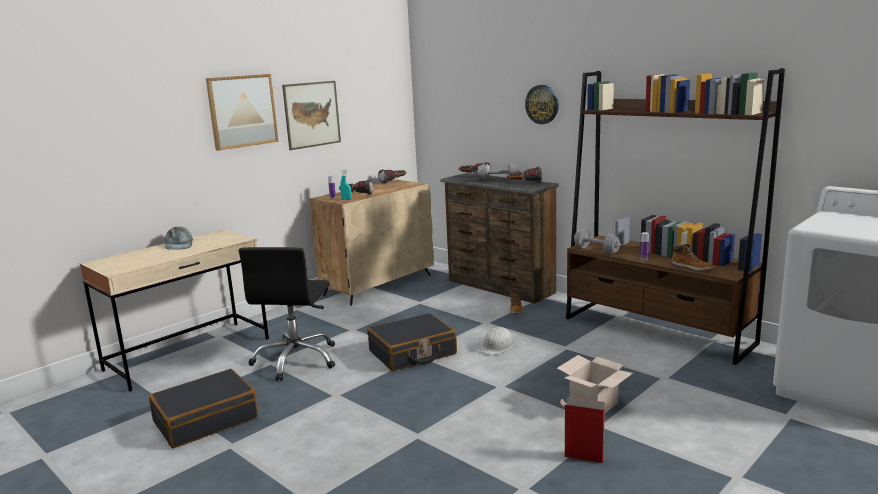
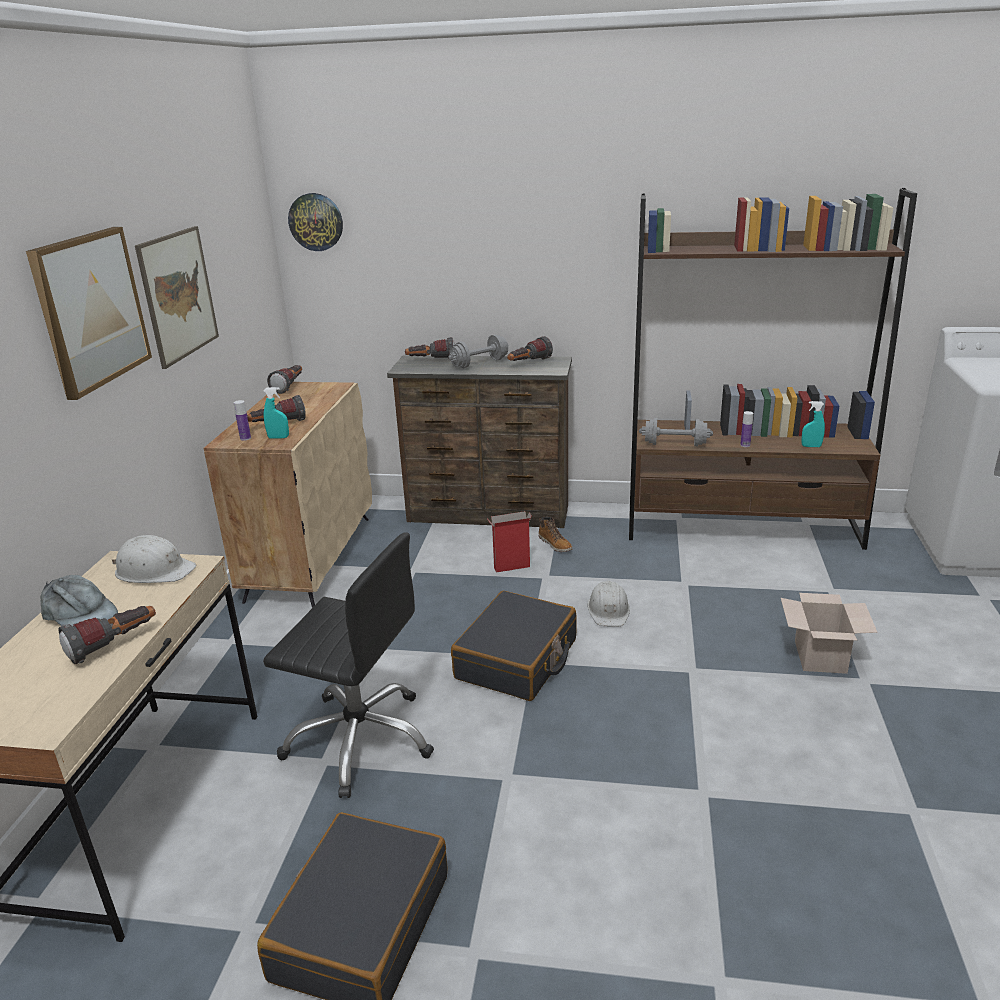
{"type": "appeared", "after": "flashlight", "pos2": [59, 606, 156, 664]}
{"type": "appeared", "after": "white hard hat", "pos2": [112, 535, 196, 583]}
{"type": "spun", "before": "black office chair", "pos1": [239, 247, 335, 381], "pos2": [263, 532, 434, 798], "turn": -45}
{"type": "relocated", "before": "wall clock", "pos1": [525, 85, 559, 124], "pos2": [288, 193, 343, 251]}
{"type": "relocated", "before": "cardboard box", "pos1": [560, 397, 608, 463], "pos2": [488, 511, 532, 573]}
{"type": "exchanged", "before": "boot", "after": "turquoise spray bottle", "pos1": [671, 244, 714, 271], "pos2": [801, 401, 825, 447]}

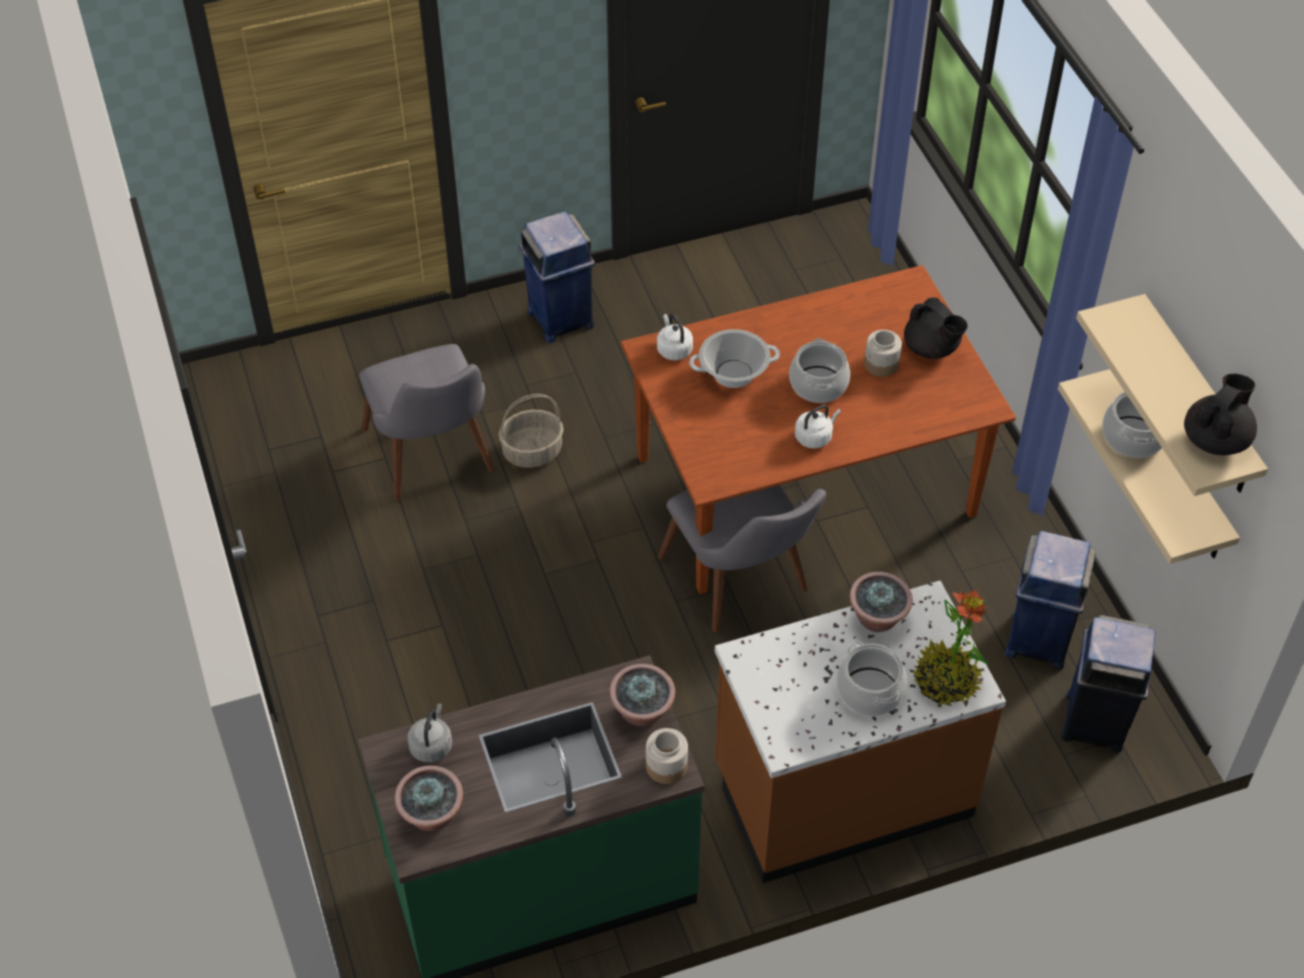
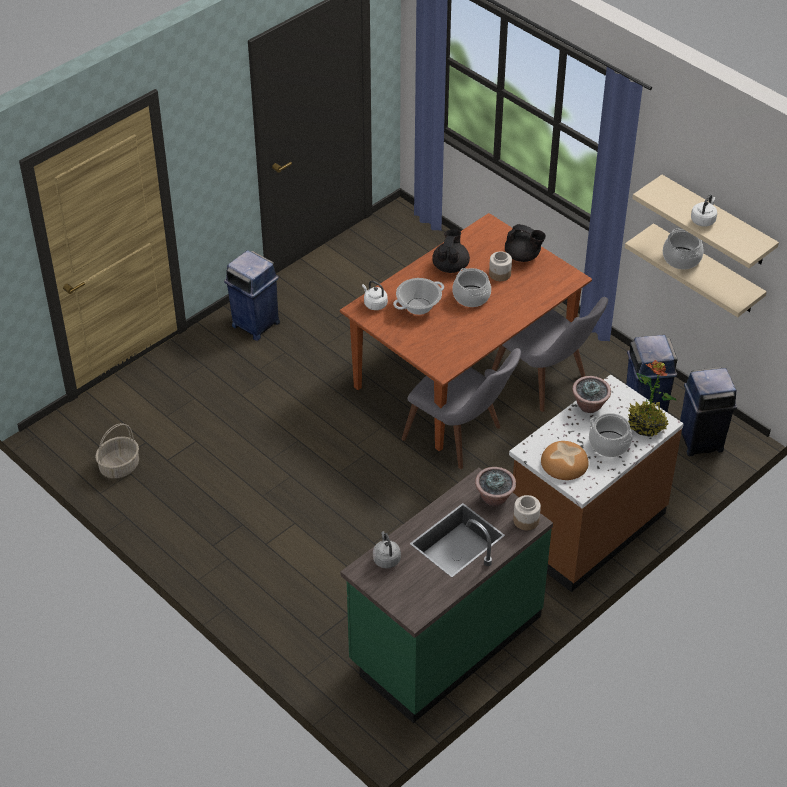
{"type": "relocated", "before": "basket", "pos1": [498, 394, 564, 468], "pos2": [95, 423, 139, 479]}
{"type": "relocated", "before": "black teapot", "pos1": [1184, 374, 1257, 455], "pos2": [432, 229, 470, 273]}
{"type": "relocated", "before": "grey chair", "pos1": [359, 344, 494, 501], "pos2": [492, 297, 608, 412]}
{"type": "appeared", "after": "bread", "pos2": [541, 441, 589, 480]}
{"type": "relocated", "before": "white kettle", "pos1": [795, 405, 841, 449], "pos2": [691, 194, 717, 227]}
{"type": "missing", "before": "potted plant", "pos1": [395, 765, 463, 831]}

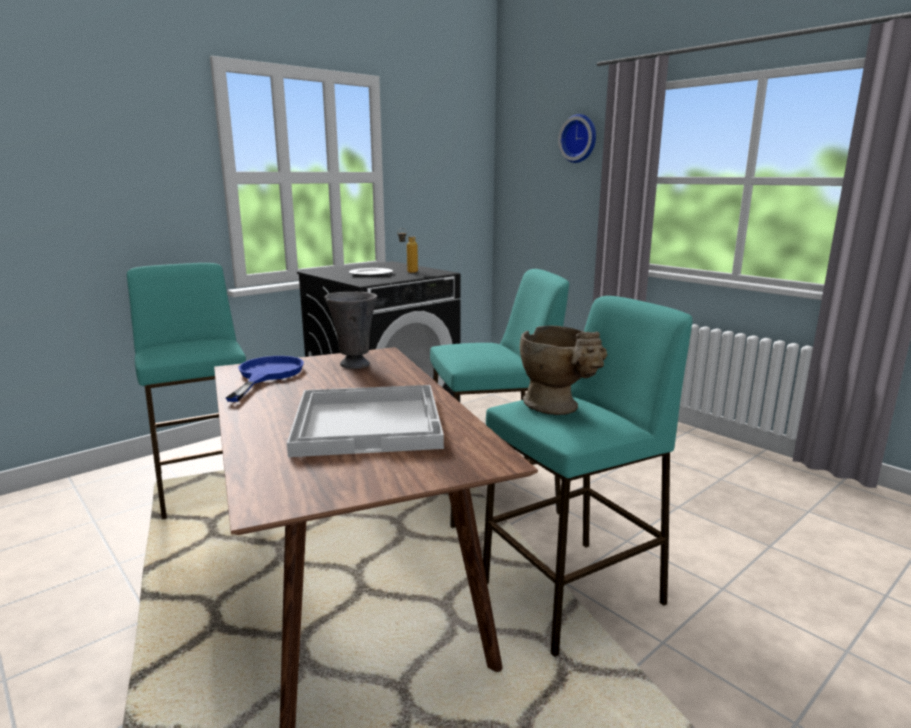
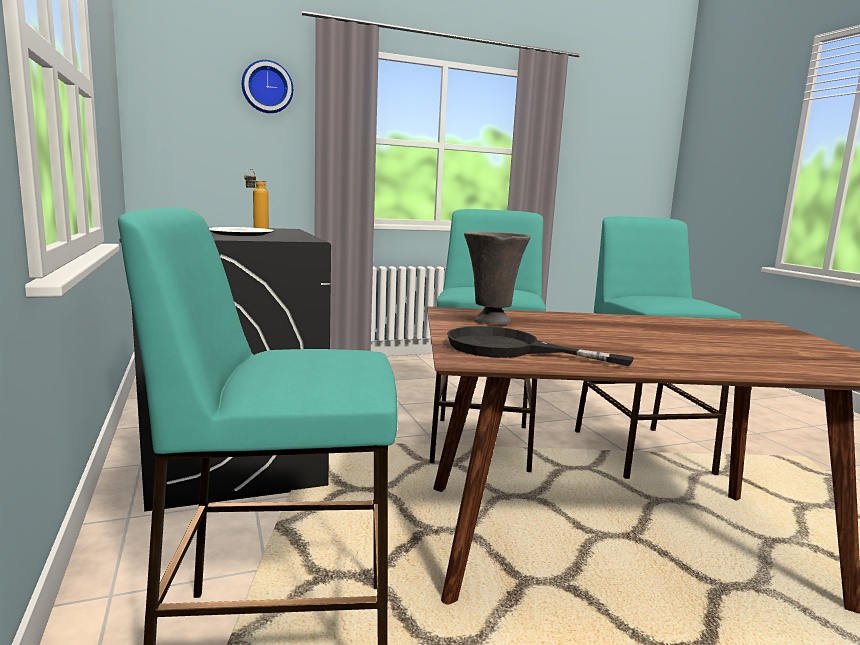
{"type": "colour", "before": "blue frying pan", "after": "black frying pan", "pos1": [226, 356, 304, 402], "pos2": [447, 326, 634, 366]}
{"type": "missing", "before": "white tray", "pos1": [287, 385, 444, 457]}
{"type": "missing", "before": "beige vase", "pos1": [520, 325, 607, 415]}

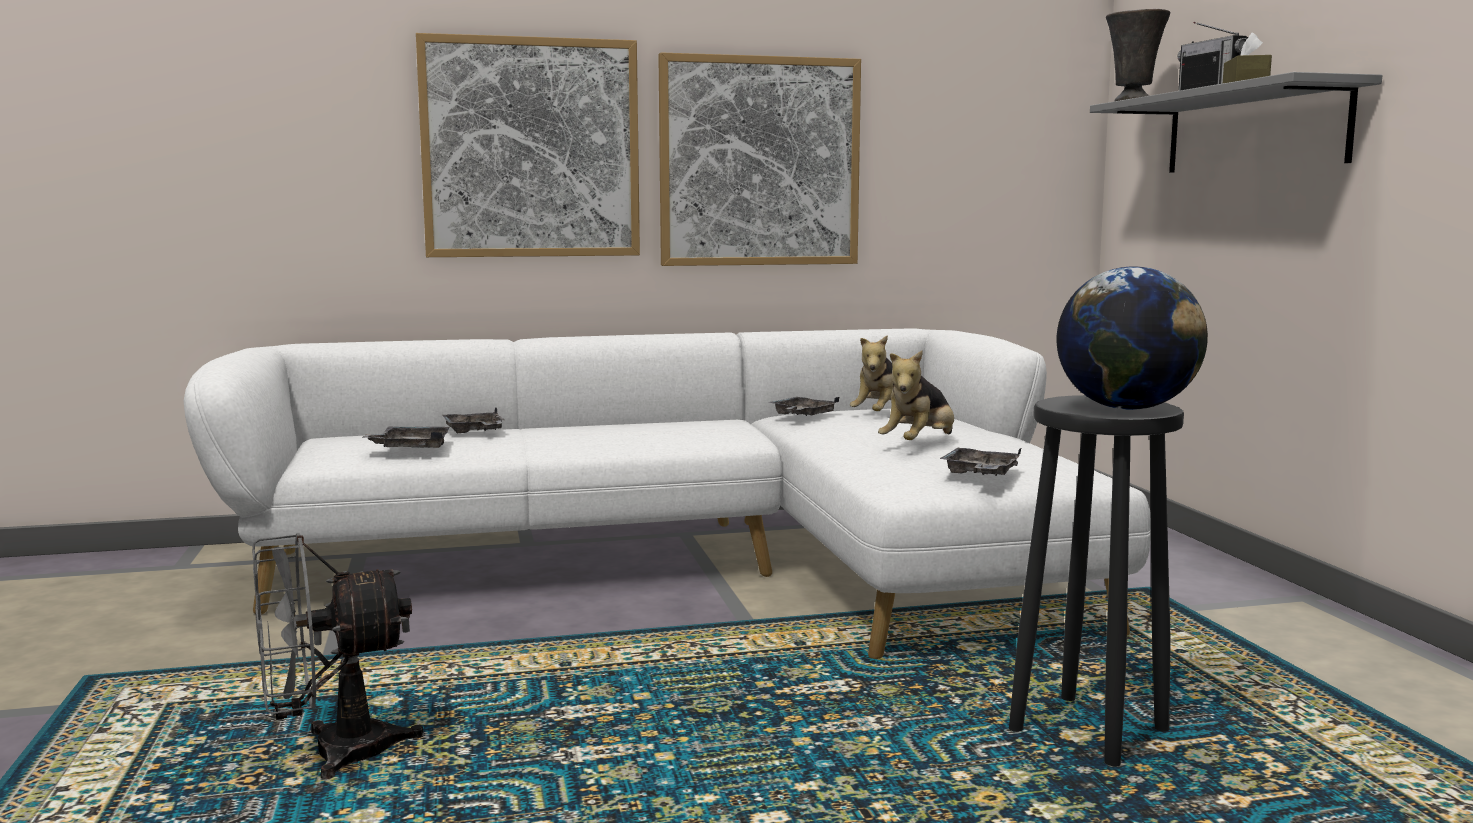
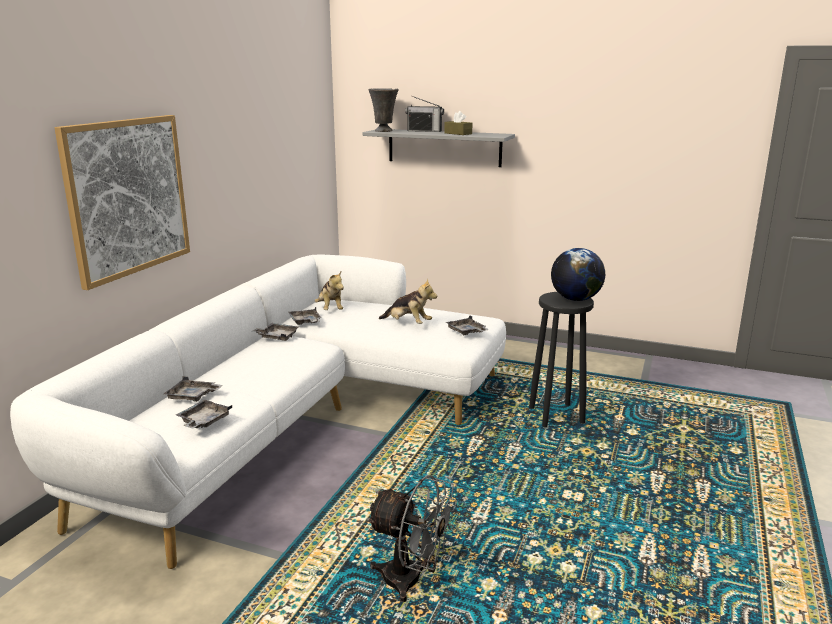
{"type": "appeared", "after": "grey tray", "pos2": [252, 323, 299, 341]}
{"type": "spun", "before": "grey fan", "pos1": [252, 533, 424, 780], "pos2": [366, 475, 457, 602], "turn": -75}
{"type": "spun", "before": "plush toy", "pos1": [878, 351, 954, 440], "pos2": [379, 279, 438, 324], "turn": -45}
{"type": "missing", "before": "picture", "pos1": [658, 52, 861, 266]}

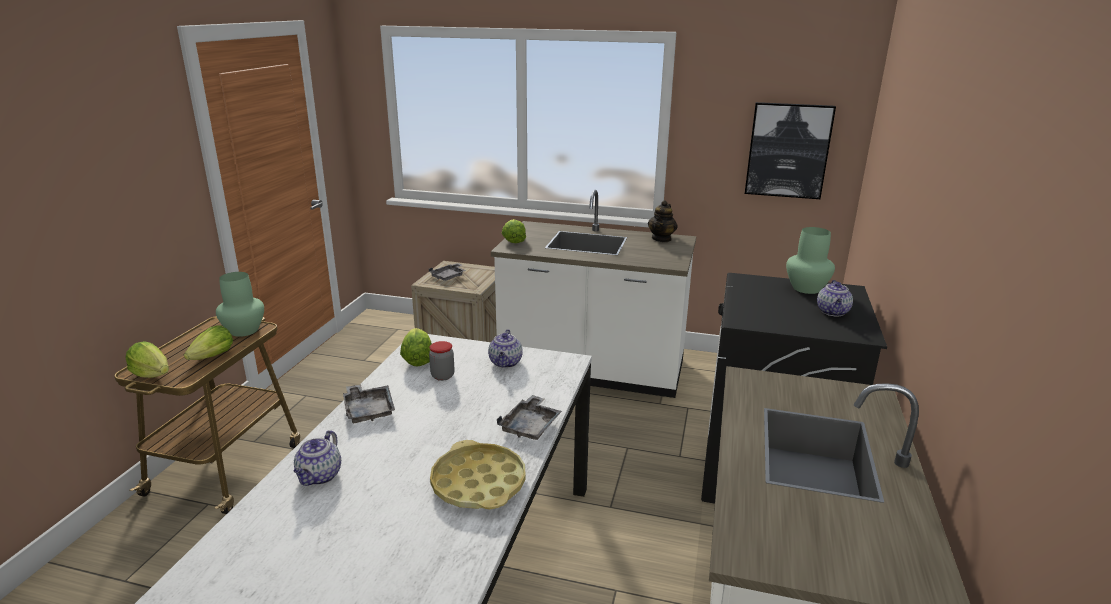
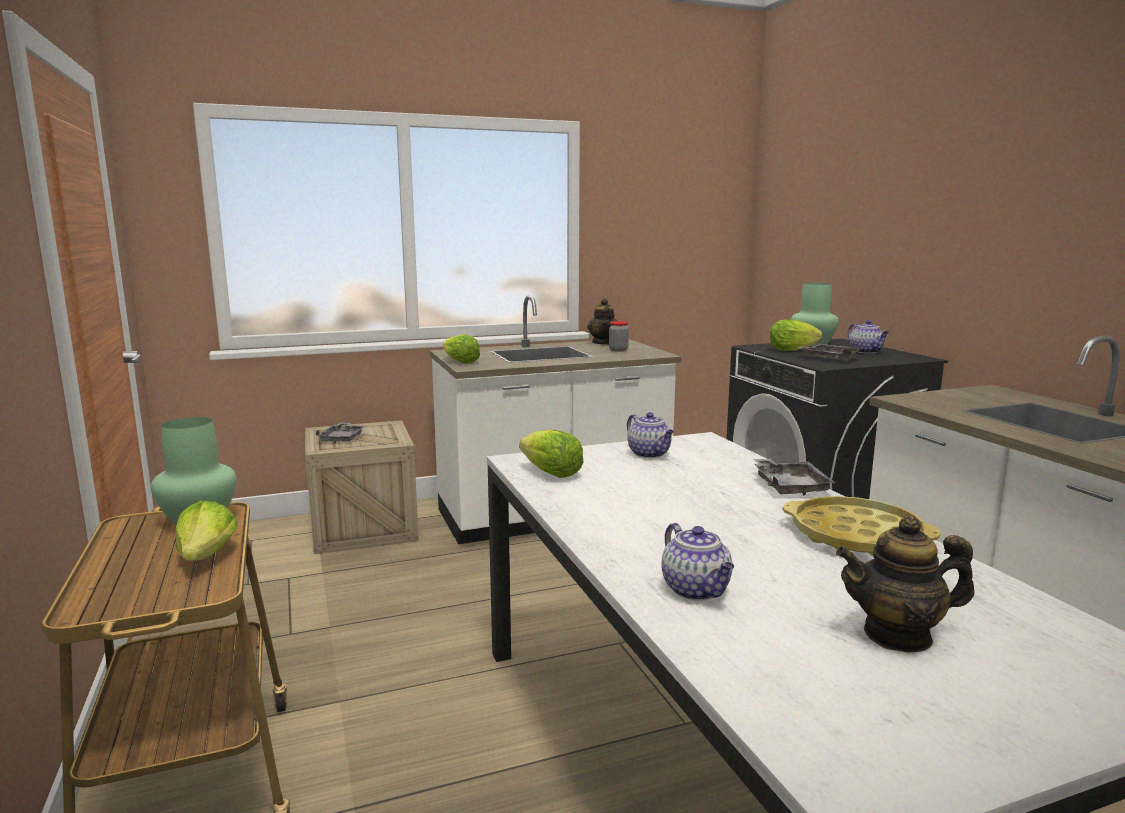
{"type": "relocated", "before": "jar", "pos1": [429, 341, 454, 381], "pos2": [609, 321, 629, 352]}
{"type": "relocated", "before": "lettuce", "pos1": [125, 341, 169, 378], "pos2": [770, 319, 822, 351]}
{"type": "relocated", "before": "grey tray", "pos1": [343, 384, 395, 423], "pos2": [798, 344, 861, 361]}
{"type": "appeared", "after": "teapot", "pos2": [836, 515, 975, 653]}
{"type": "missing", "before": "picture", "pos1": [745, 102, 836, 199]}

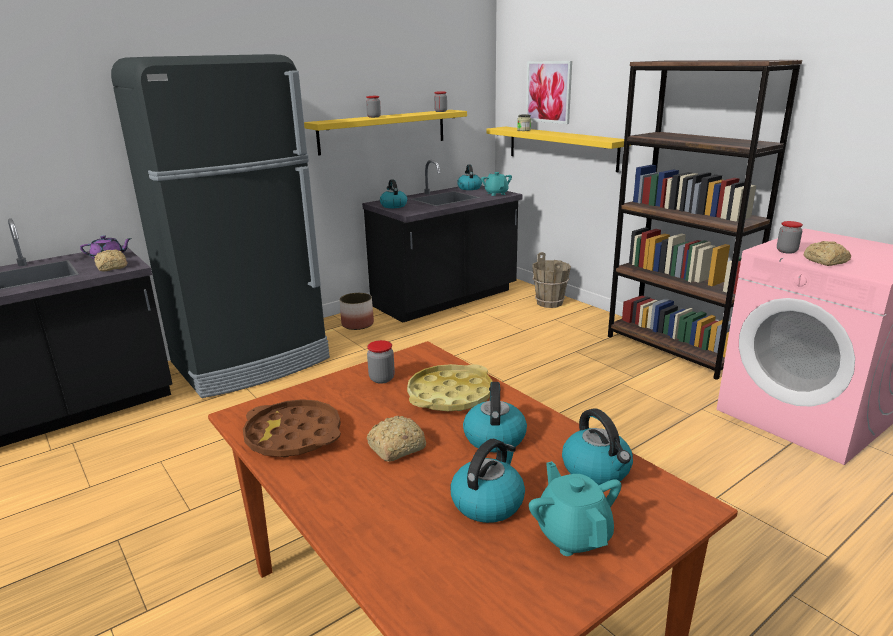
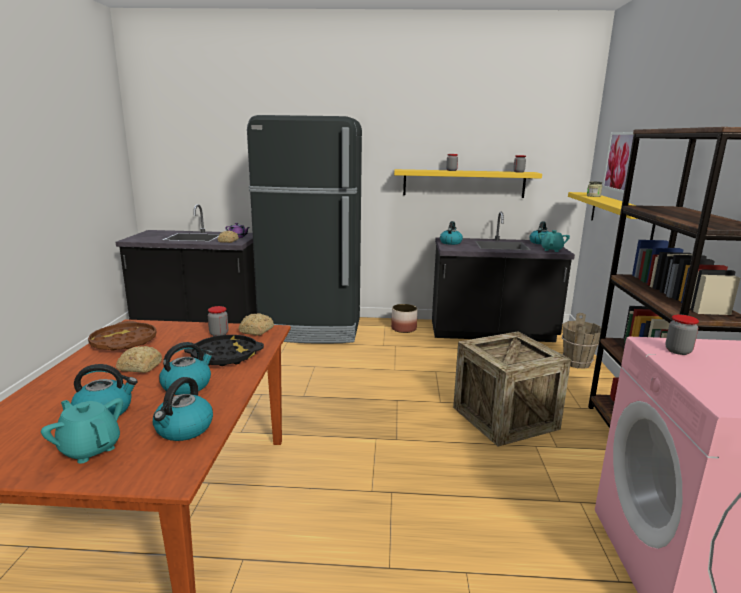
{"type": "spun", "before": "turquoise teapot", "pos1": [529, 461, 622, 556], "pos2": [41, 398, 123, 464], "turn": -75}
{"type": "colour", "before": "yellow tray", "after": "black tray", "pos1": [407, 364, 492, 411], "pos2": [184, 335, 264, 366]}
{"type": "relocated", "before": "bread", "pos1": [804, 241, 851, 266], "pos2": [239, 313, 274, 336]}
{"type": "appeared", "after": "crate", "pos2": [453, 332, 571, 447]}

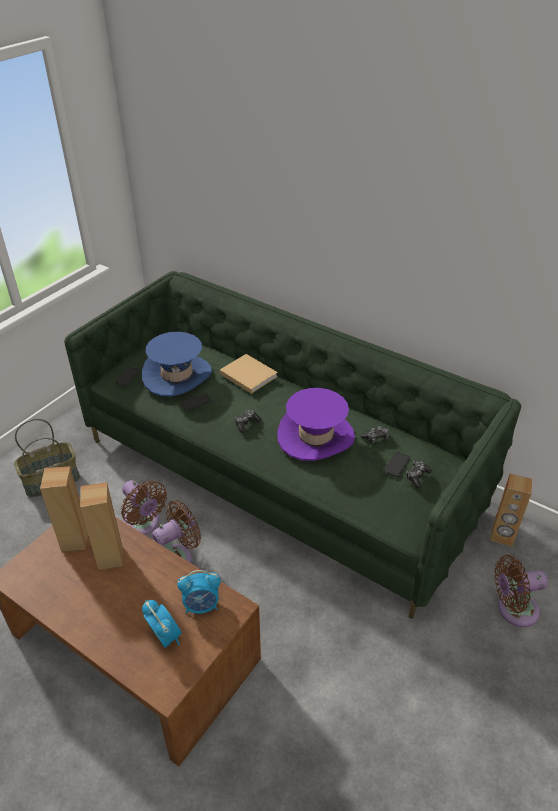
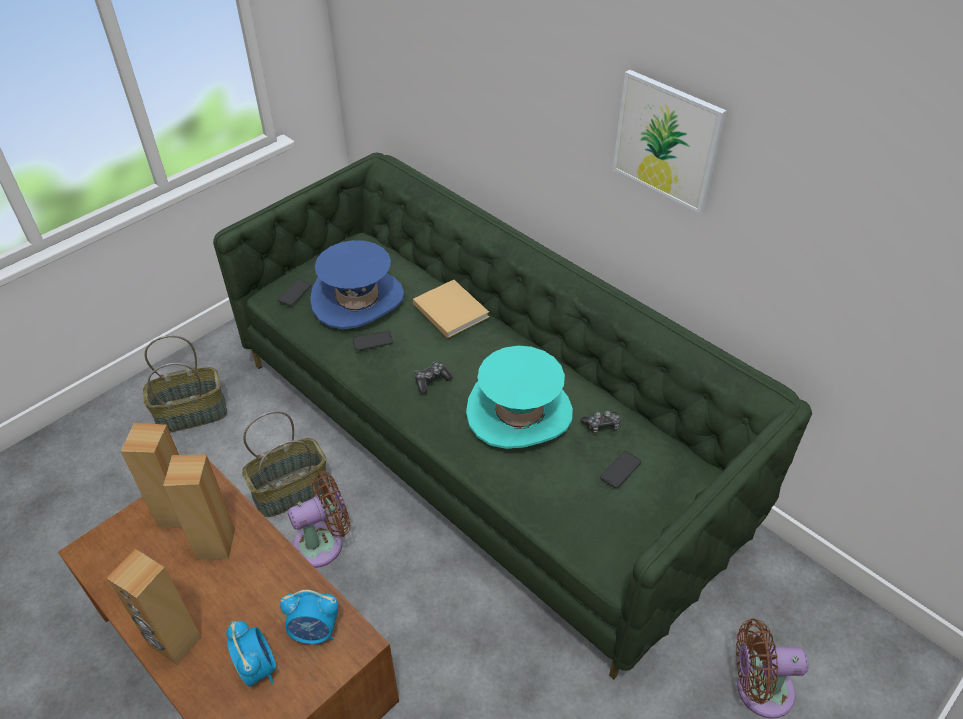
{"type": "relocated", "before": "brown speaker", "pos1": [490, 474, 533, 547], "pos2": [107, 549, 201, 665]}
{"type": "exchanged", "before": "brown fan", "after": "basket", "pos1": [121, 480, 167, 535], "pos2": [242, 411, 330, 517]}
{"type": "colour", "before": "purple hat", "after": "turquoise hat", "pos1": [277, 388, 355, 461], "pos2": [466, 346, 573, 449]}
{"type": "appeared", "after": "picture", "pos2": [613, 70, 727, 213]}
{"type": "missing", "before": "game controller", "pos1": [406, 461, 432, 488]}

